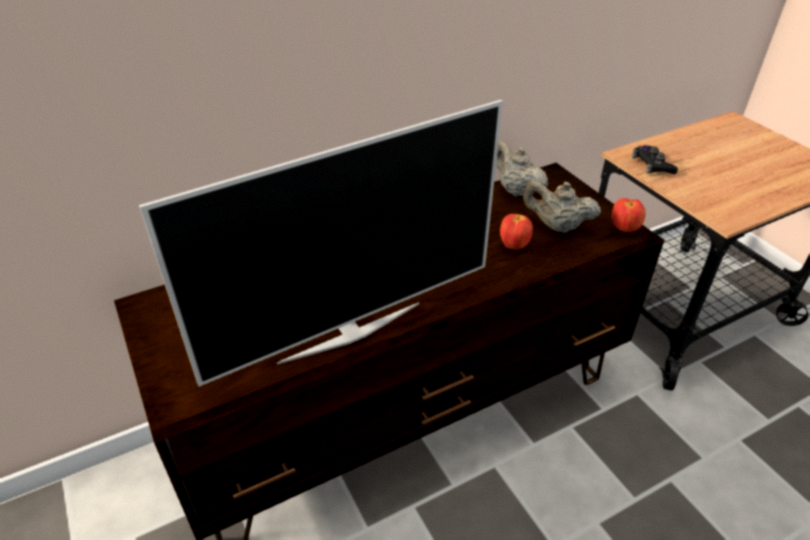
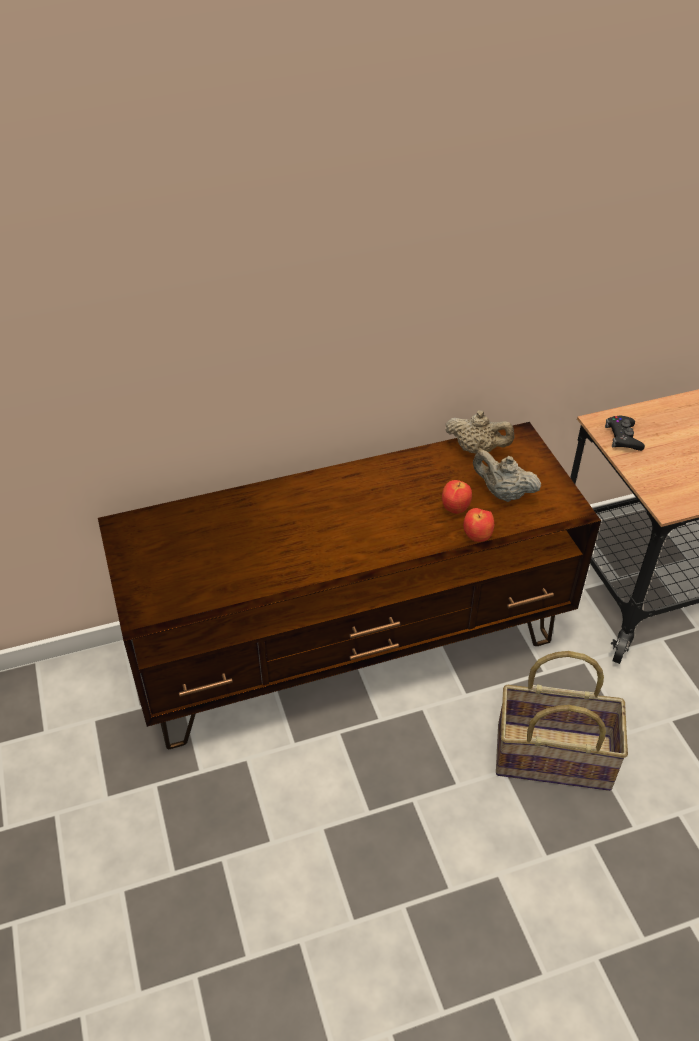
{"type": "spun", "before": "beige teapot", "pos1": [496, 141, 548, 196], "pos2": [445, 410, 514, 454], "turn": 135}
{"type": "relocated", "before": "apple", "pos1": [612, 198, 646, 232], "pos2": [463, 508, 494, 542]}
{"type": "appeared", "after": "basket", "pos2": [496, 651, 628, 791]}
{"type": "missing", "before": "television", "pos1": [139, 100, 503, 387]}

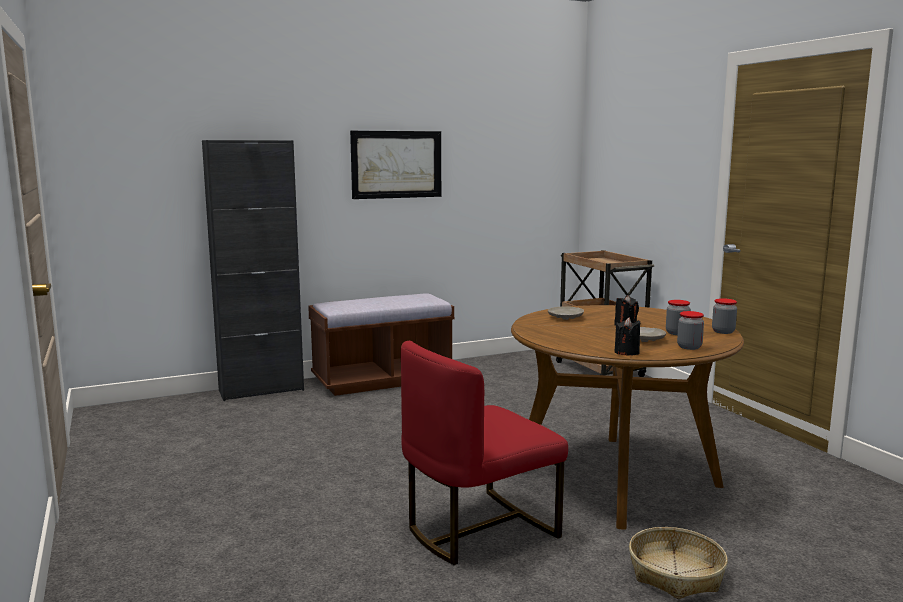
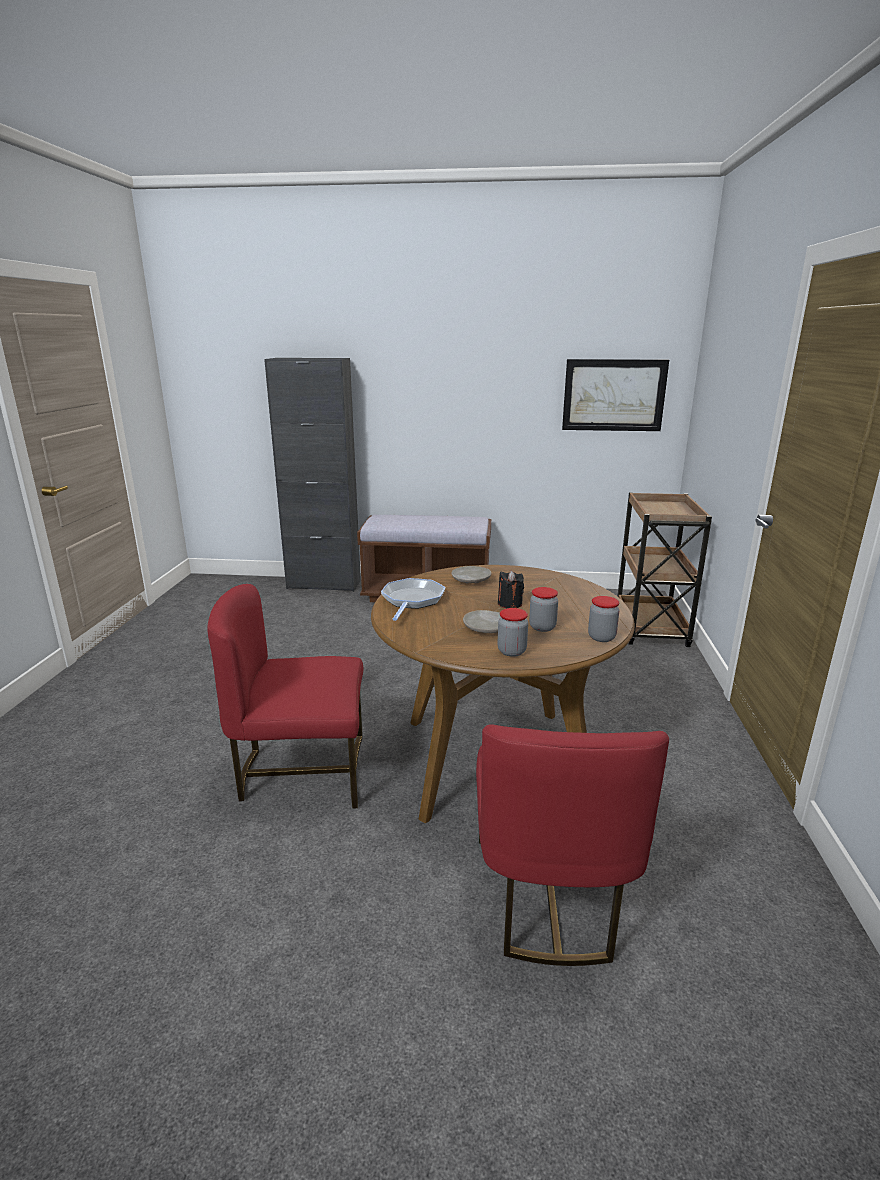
{"type": "appeared", "after": "frying pan", "pos2": [381, 578, 445, 621]}
{"type": "appeared", "after": "red chair", "pos2": [476, 724, 669, 966]}
{"type": "relocated", "before": "picture", "pos1": [350, 131, 441, 199], "pos2": [562, 359, 669, 431]}
{"type": "missing", "before": "black candle", "pos1": [615, 317, 641, 356]}
{"type": "missing", "before": "basket", "pos1": [629, 527, 728, 599]}

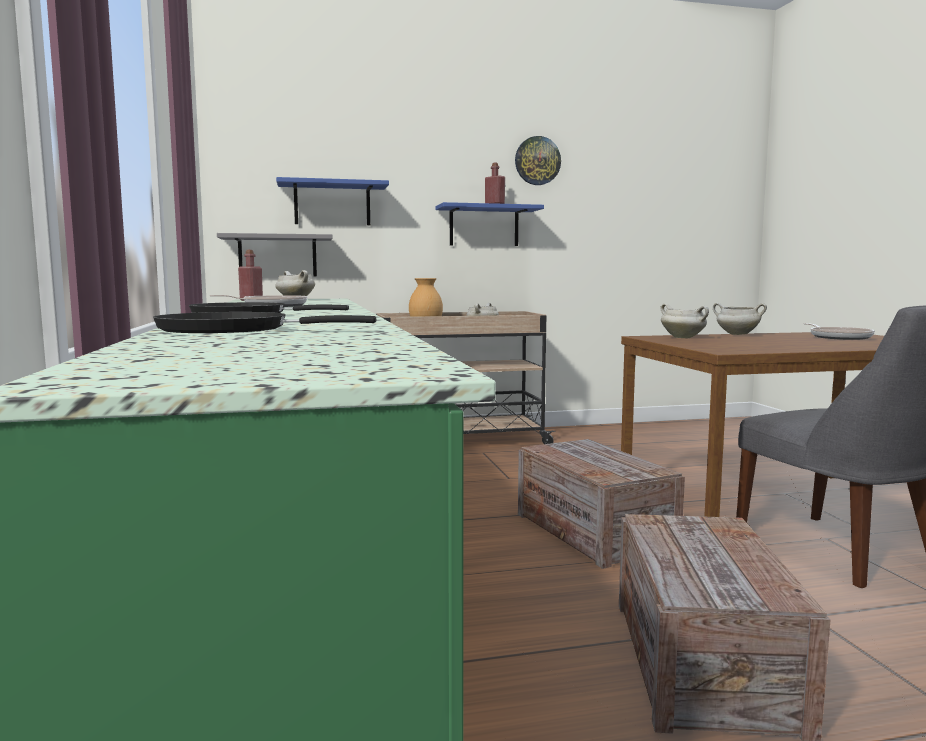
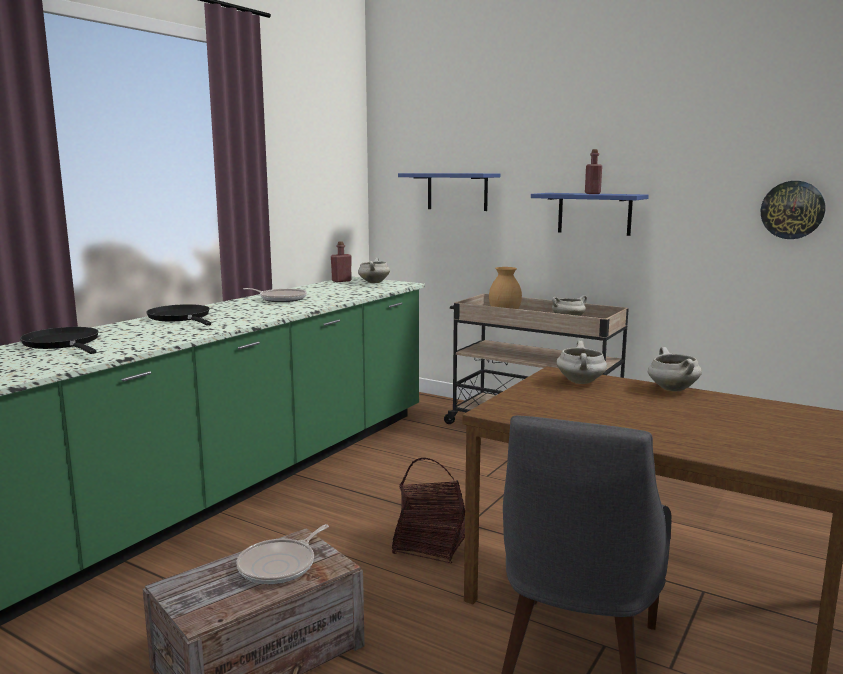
{"type": "relocated", "before": "frying pan", "pos1": [803, 323, 875, 340], "pos2": [237, 524, 329, 584]}
{"type": "exchanged", "before": "crate", "after": "basket", "pos1": [518, 439, 685, 569], "pos2": [392, 458, 465, 563]}
{"type": "relocated", "before": "wall clock", "pos1": [515, 136, 561, 185], "pos2": [761, 181, 825, 239]}
{"type": "missing", "before": "grey shelf", "pos1": [217, 233, 332, 277]}

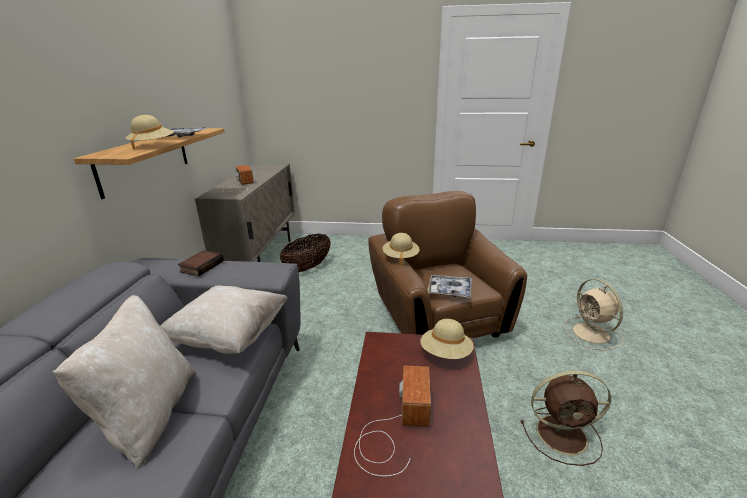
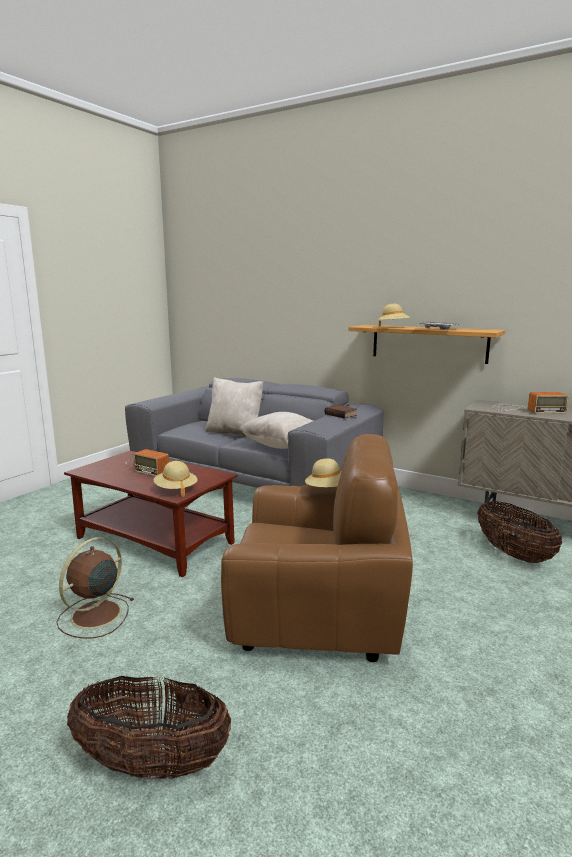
{"type": "exchanged", "before": "beige fan", "after": "basket", "pos1": [564, 279, 623, 350], "pos2": [67, 676, 231, 779]}
{"type": "missing", "before": "tray", "pos1": [427, 275, 472, 298]}

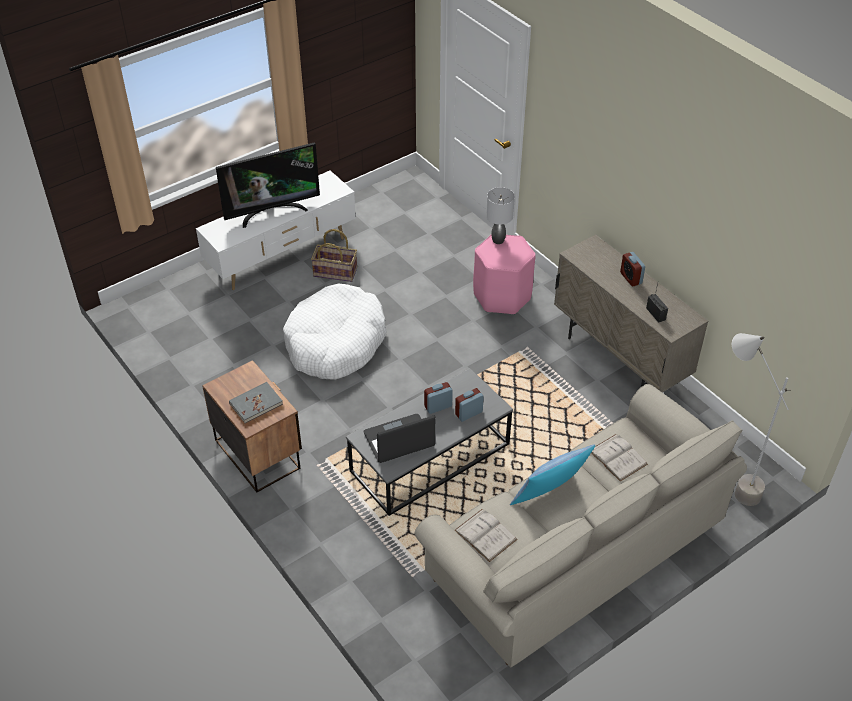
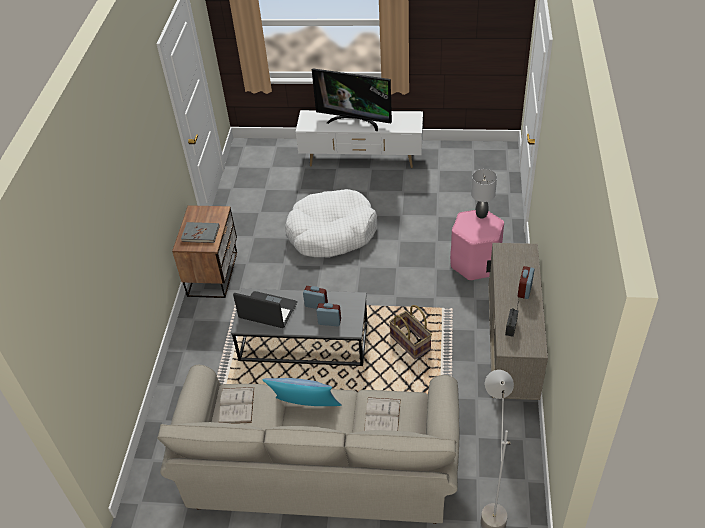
{"type": "relocated", "before": "basket", "pos1": [311, 229, 357, 282], "pos2": [389, 305, 432, 359]}

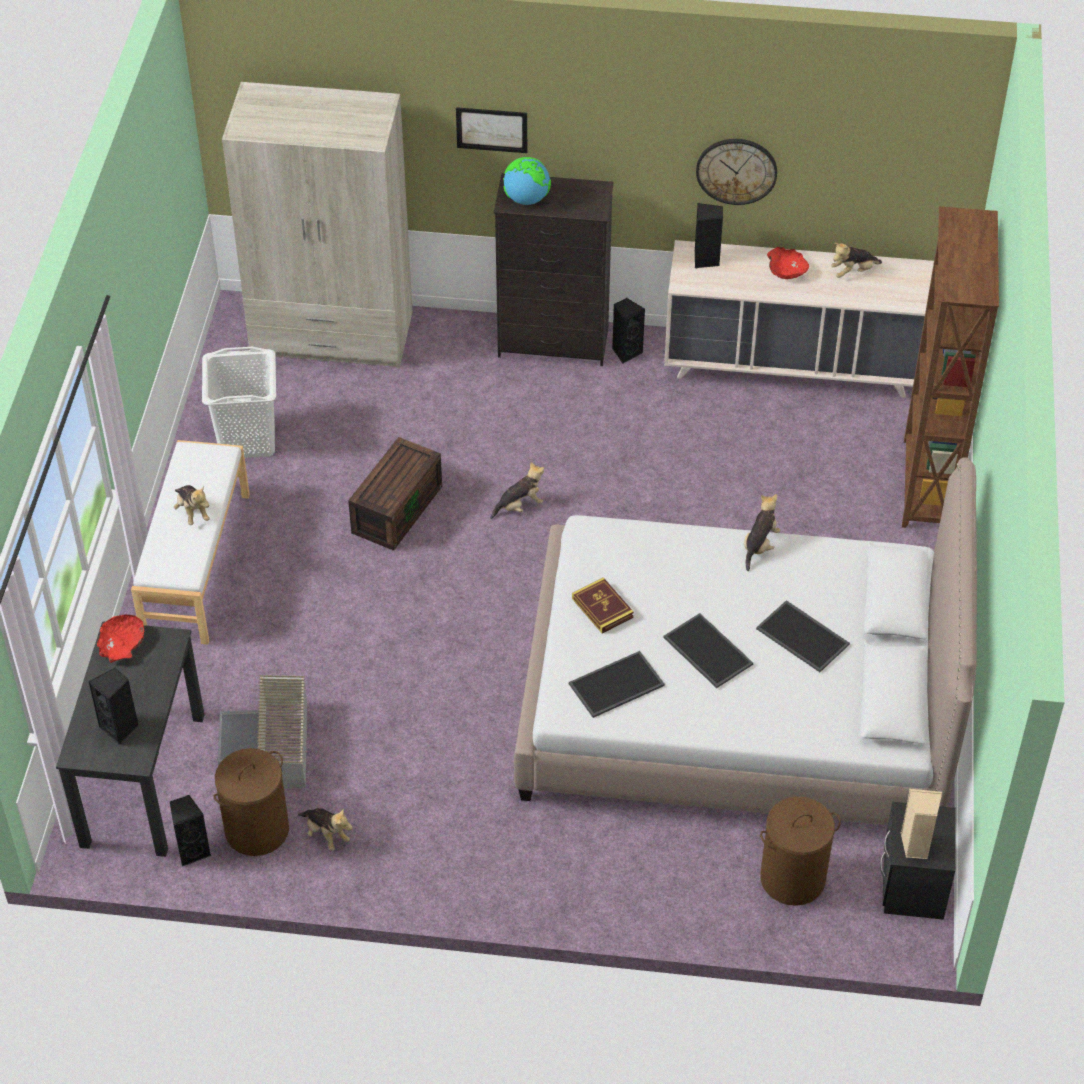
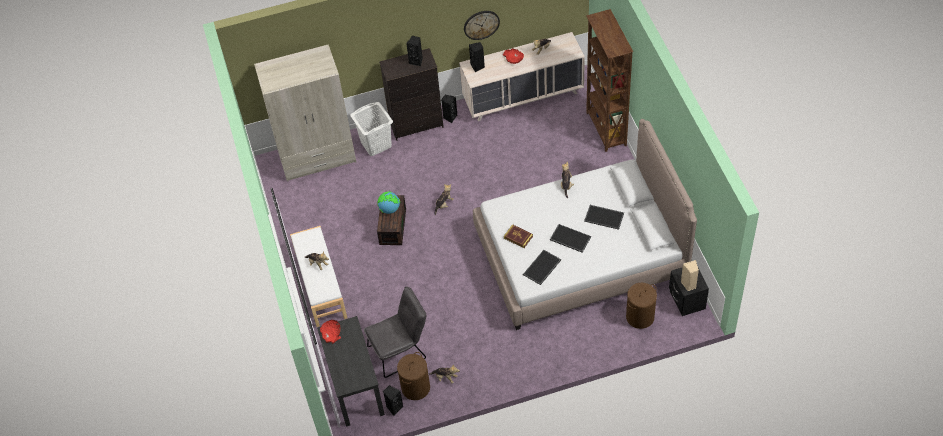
{"type": "relocated", "before": "white laundry basket", "pos1": [202, 347, 276, 458], "pos2": [351, 102, 393, 156]}
{"type": "exchanged", "before": "grey storage box", "after": "grey chair", "pos1": [218, 675, 307, 789], "pos2": [364, 286, 426, 378]}
{"type": "relocated", "before": "globe", "pos1": [503, 157, 551, 205], "pos2": [378, 192, 400, 214]}
{"type": "relocated", "before": "black speaker", "pos1": [89, 668, 138, 745], "pos2": [406, 36, 423, 66]}
{"type": "missing", "before": "picture", "pos1": [456, 107, 527, 153]}

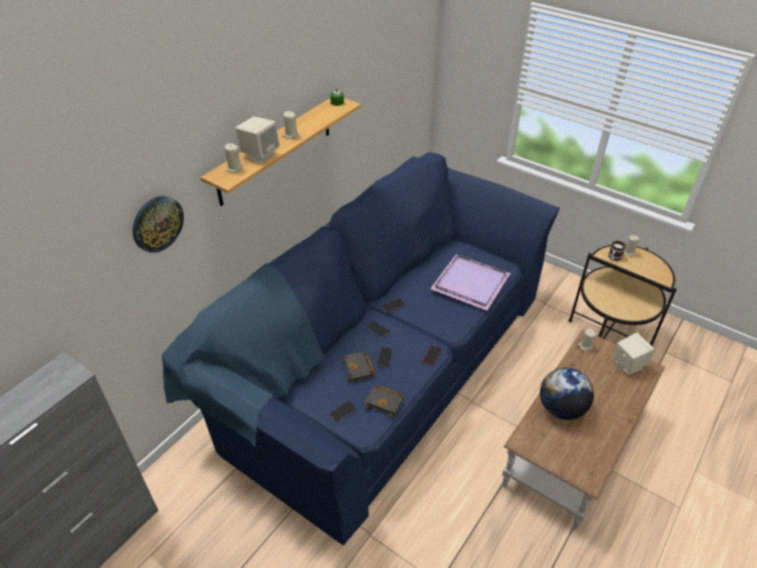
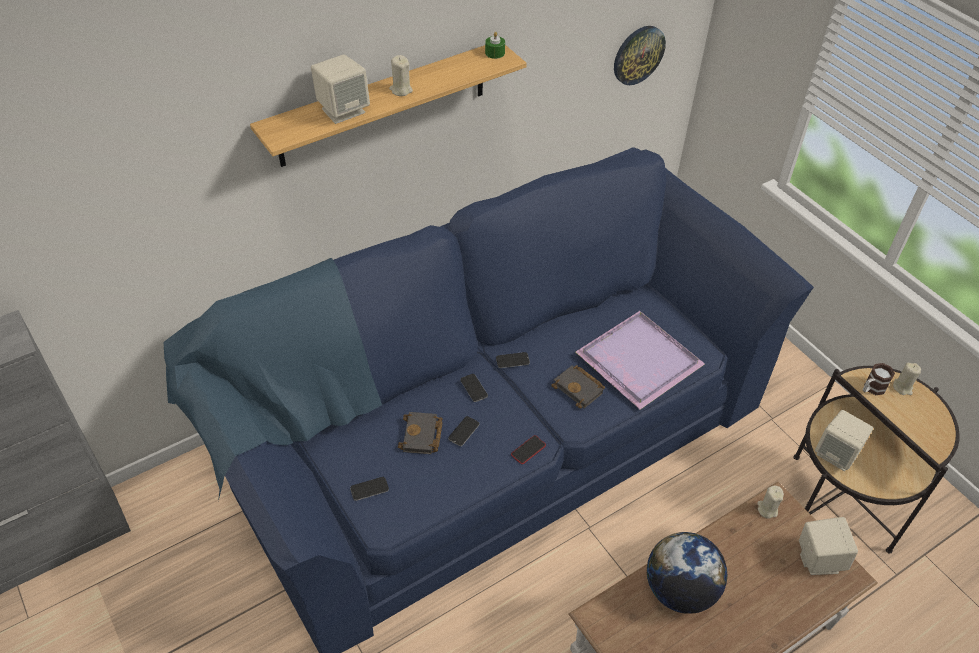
{"type": "relocated", "before": "black book", "pos1": [365, 385, 403, 417], "pos2": [551, 365, 605, 408]}
{"type": "relocated", "before": "wall clock", "pos1": [133, 196, 184, 253], "pos2": [614, 26, 666, 85]}
{"type": "appeared", "after": "beige speaker", "pos2": [815, 410, 873, 471]}
{"type": "missing", "before": "beige candle", "pos1": [225, 143, 243, 173]}

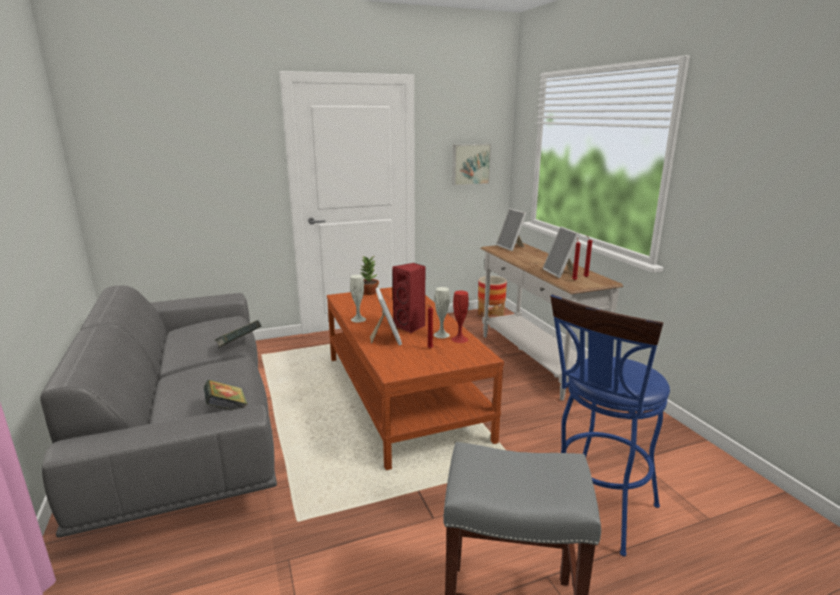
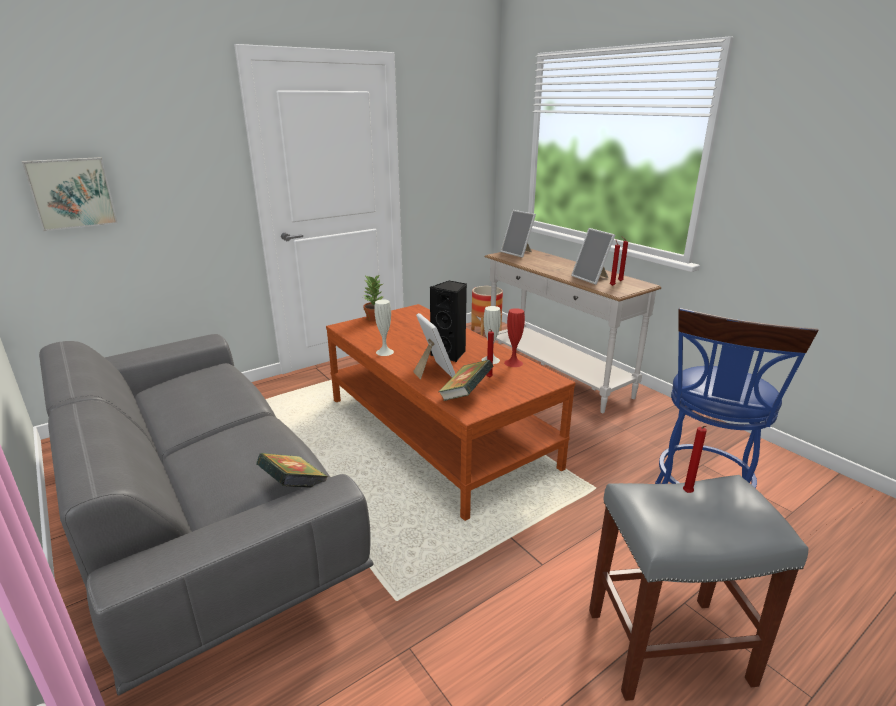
{"type": "relocated", "before": "picture", "pos1": [452, 144, 491, 186], "pos2": [22, 157, 118, 231]}
{"type": "colour", "before": "red speaker", "after": "black speaker", "pos1": [392, 263, 426, 333], "pos2": [430, 280, 467, 362]}
{"type": "relocated", "before": "book", "pos1": [215, 320, 261, 348], "pos2": [438, 360, 493, 401]}
{"type": "appeared", "after": "red candle", "pos2": [683, 426, 707, 493]}

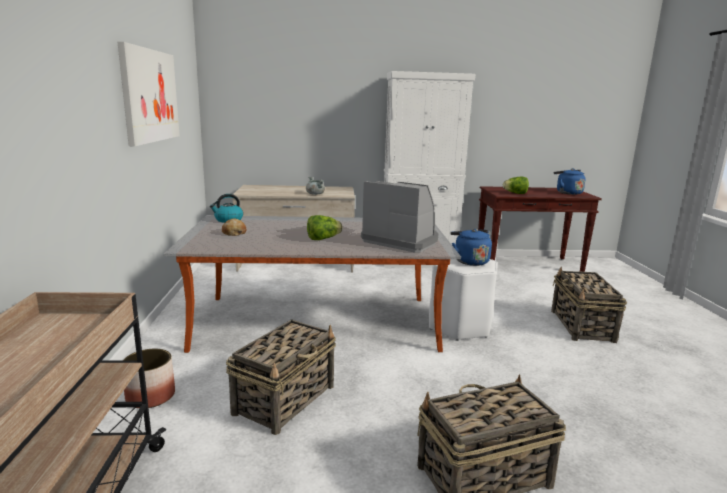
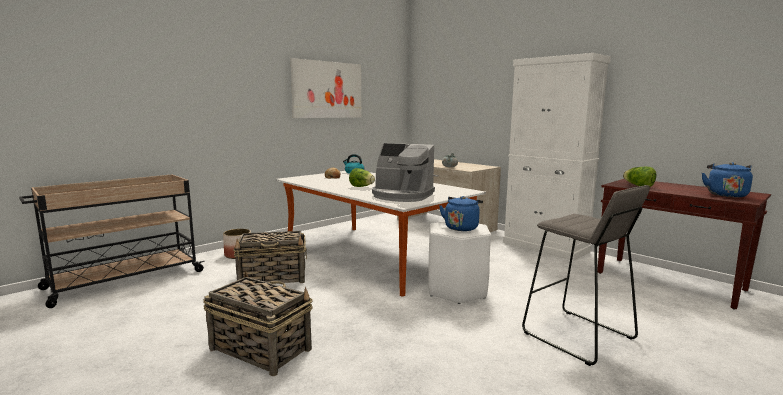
{"type": "spun", "before": "coffee machine", "pos1": [361, 181, 438, 253], "pos2": [372, 143, 435, 202], "turn": 120}
{"type": "exchanged", "before": "basket", "after": "grey stool", "pos1": [551, 267, 627, 343], "pos2": [522, 185, 650, 366]}

